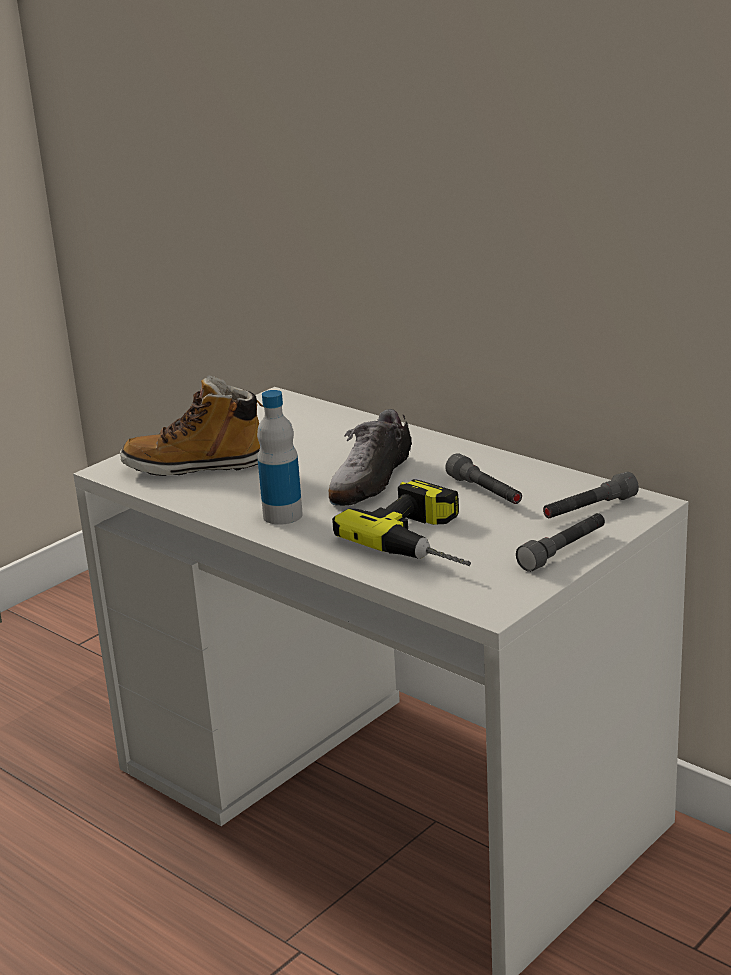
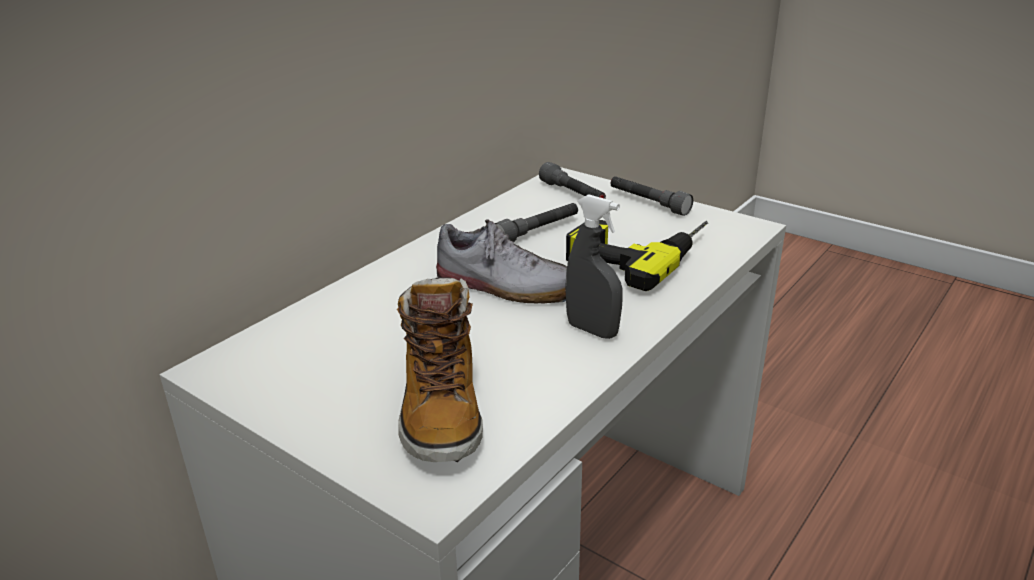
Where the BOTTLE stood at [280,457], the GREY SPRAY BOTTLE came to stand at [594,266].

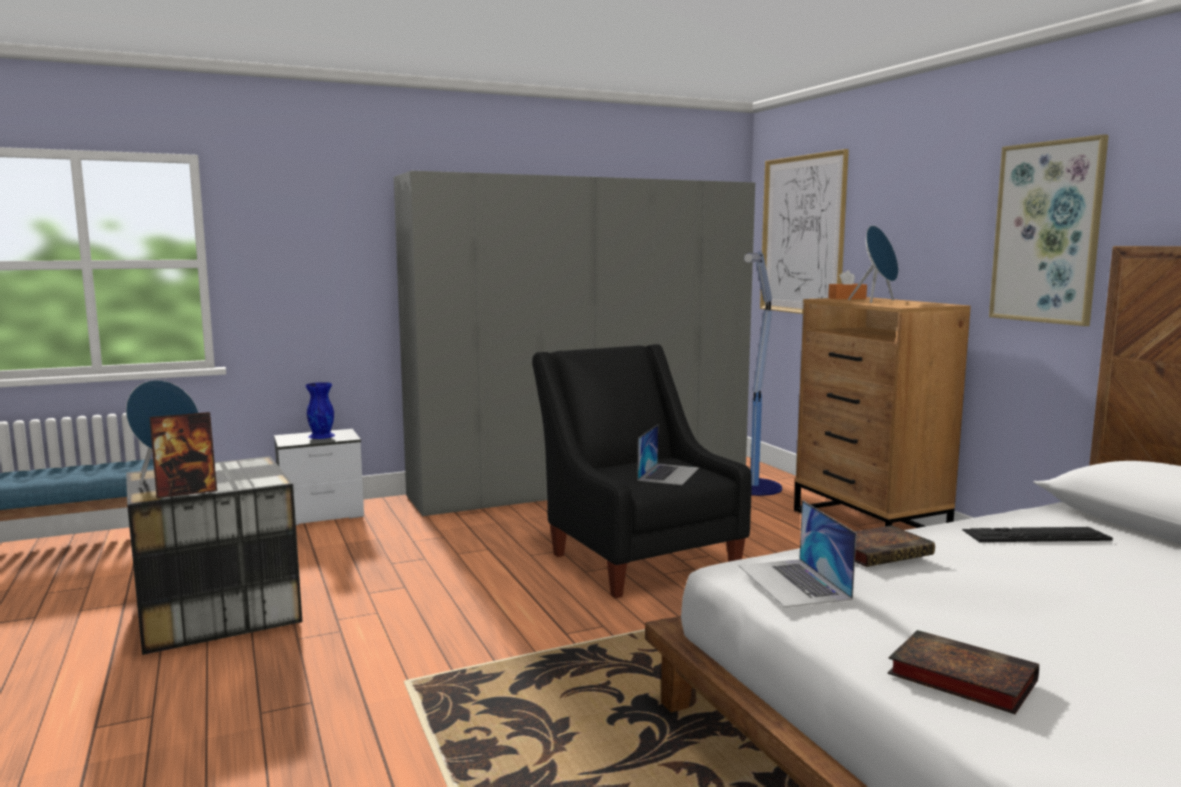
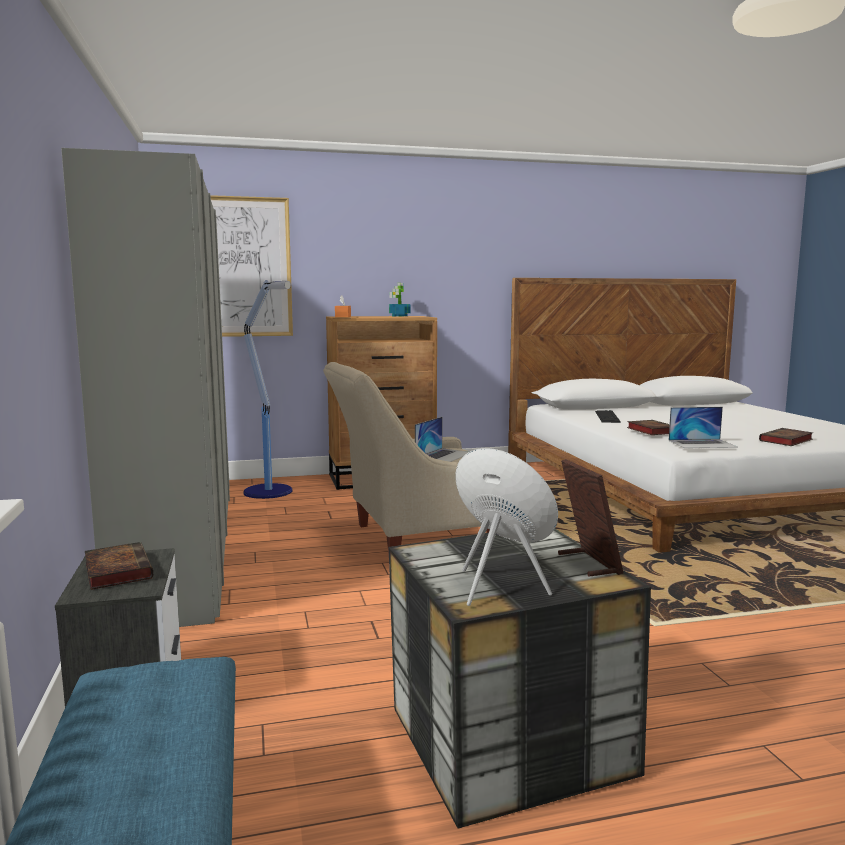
Where the BLUE VASE stood at [320,410], the BOOK came to stand at [119,566]. What was the BLACK ARMCHAIR at [642,471] turned into the BEIGE ARMCHAIR at [406,457]. The LAPTOP at [668,455] ended up facing another way, 90 degrees clockwise from before. The second view lost the BLUE SPEAKER at [873,264]. The second view lost the PICTURE at [1049,230]. The second view gained the POTTED PLANT at [400,299].

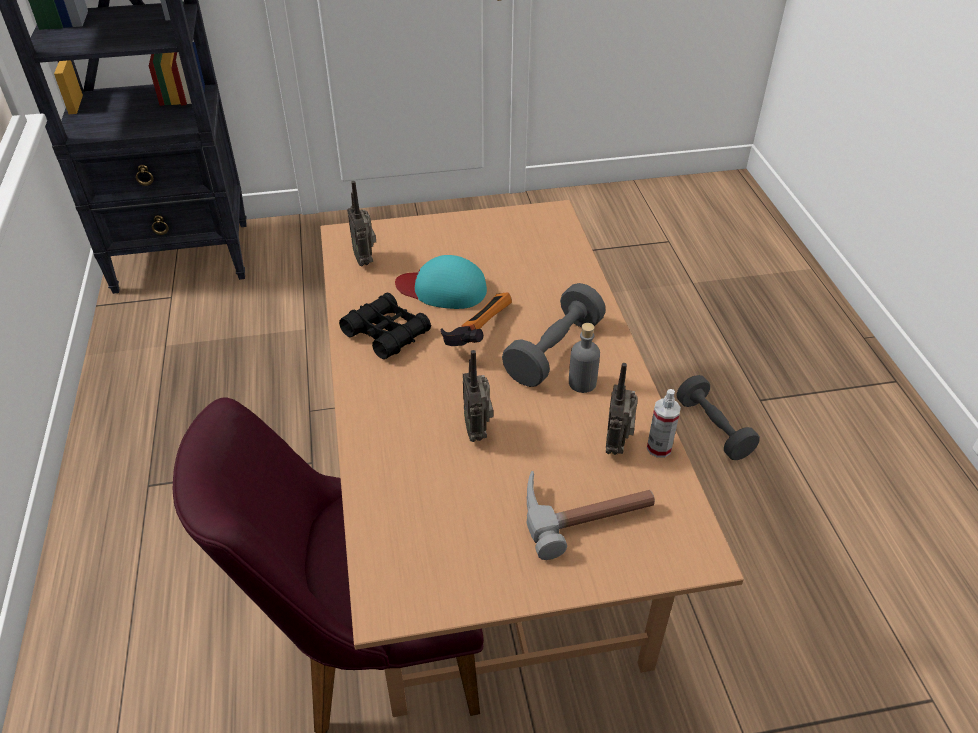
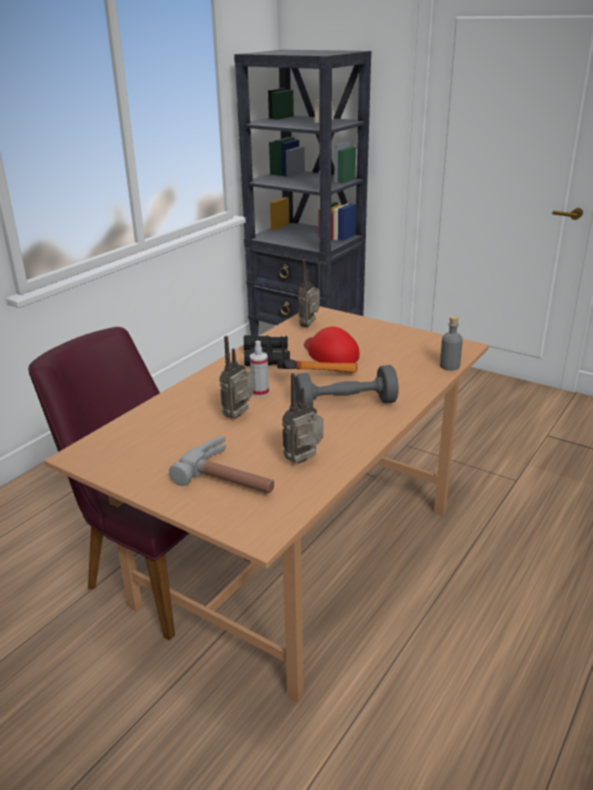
What was the TURQUOISE CAP at [441,282] turned into the RED CAP at [331,345]. The GREY BOTTLE ended up elsewhere, having gone from [584,358] to [451,343]. The SPRAY BOTTLE ended up elsewhere, having gone from [664,423] to [259,369]. The second view lost the GREY DUMBBELL at [718,417].

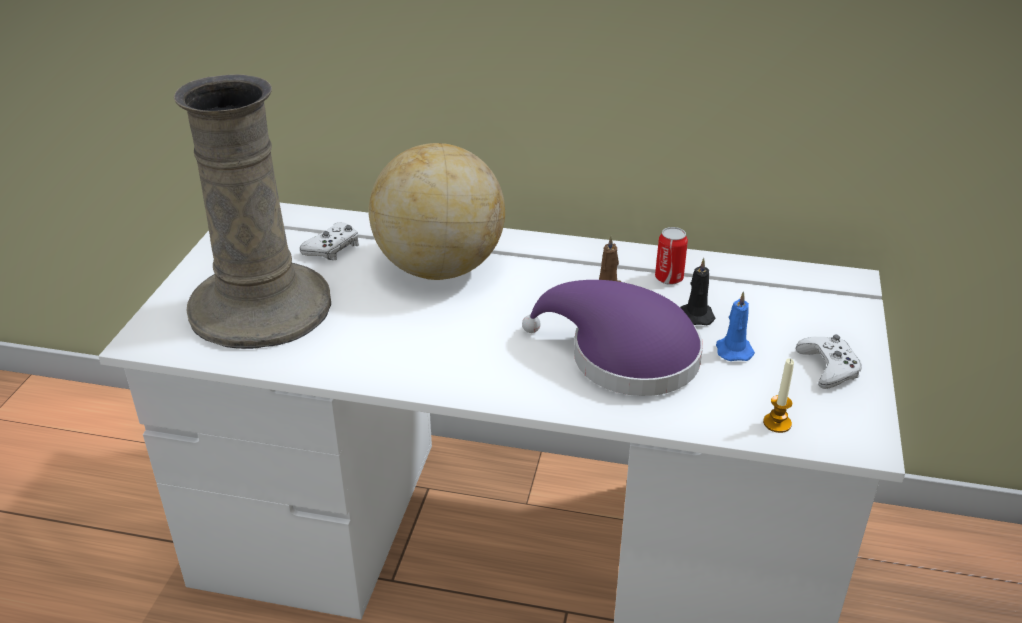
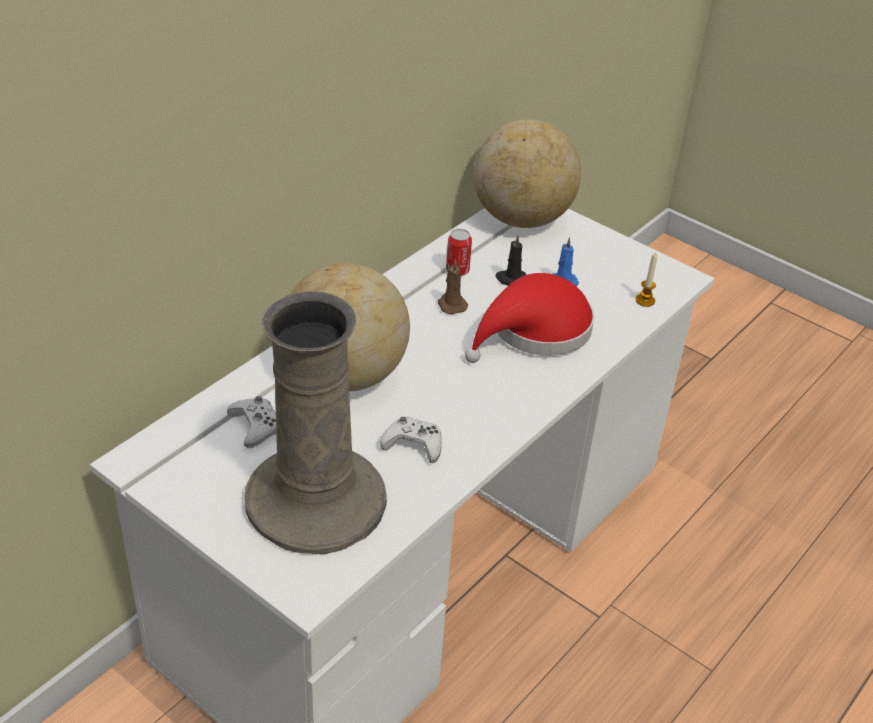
What was the PURPLE HAT at [612,338] turned into the RED HAT at [529,318]. The WHITE GAME CONTROLLER ended up elsewhere, having gone from [829,361] to [411,440]. The second view gained the GLOBE at [527,174].

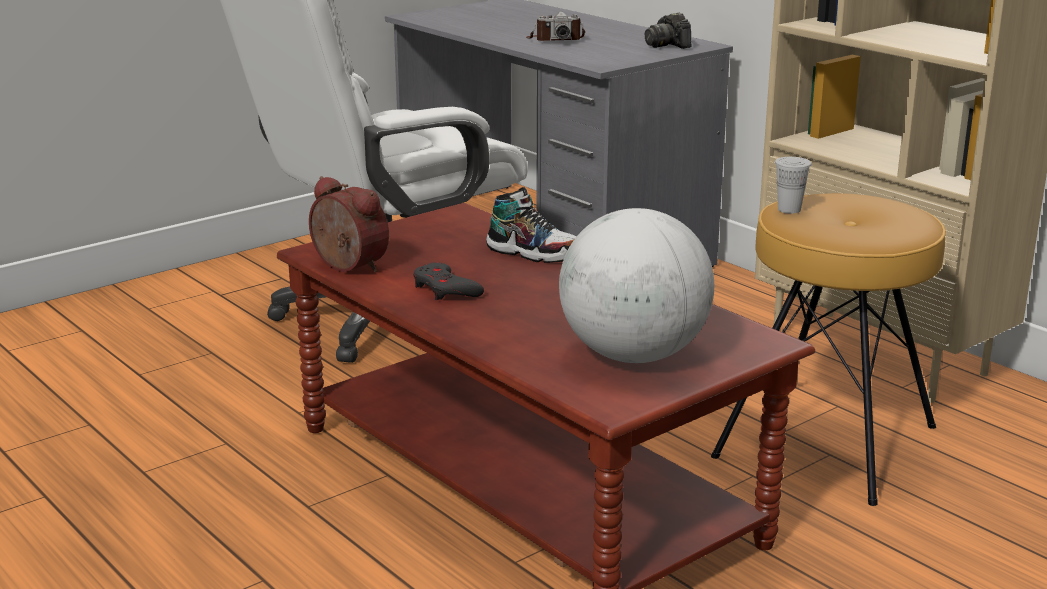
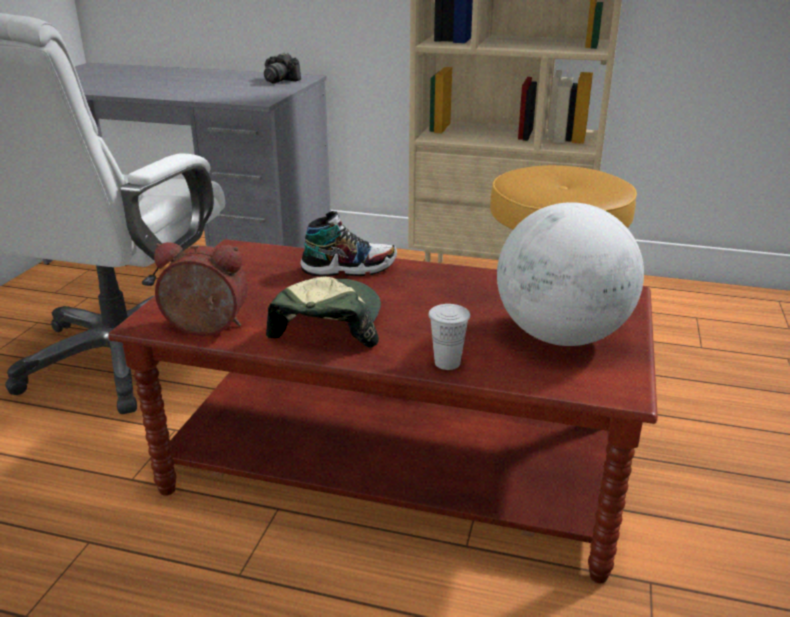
Where the GREY GAME CONTROLLER stood at [448,281], the CAP came to stand at [323,312]. The second view lost the PHOTO CAMERA at [555,26]. The WHITE CUP ended up elsewhere, having gone from [793,185] to [449,337].

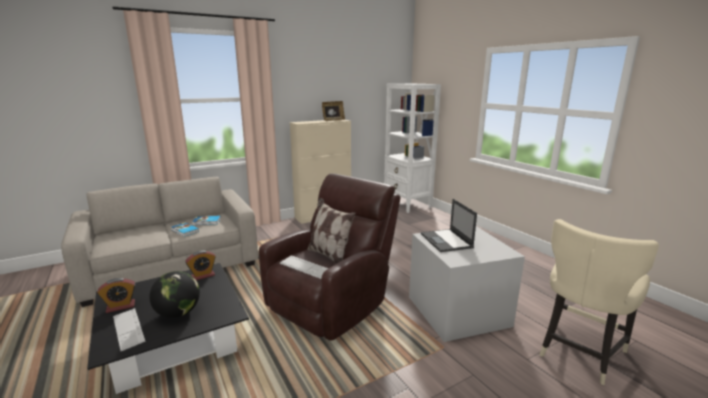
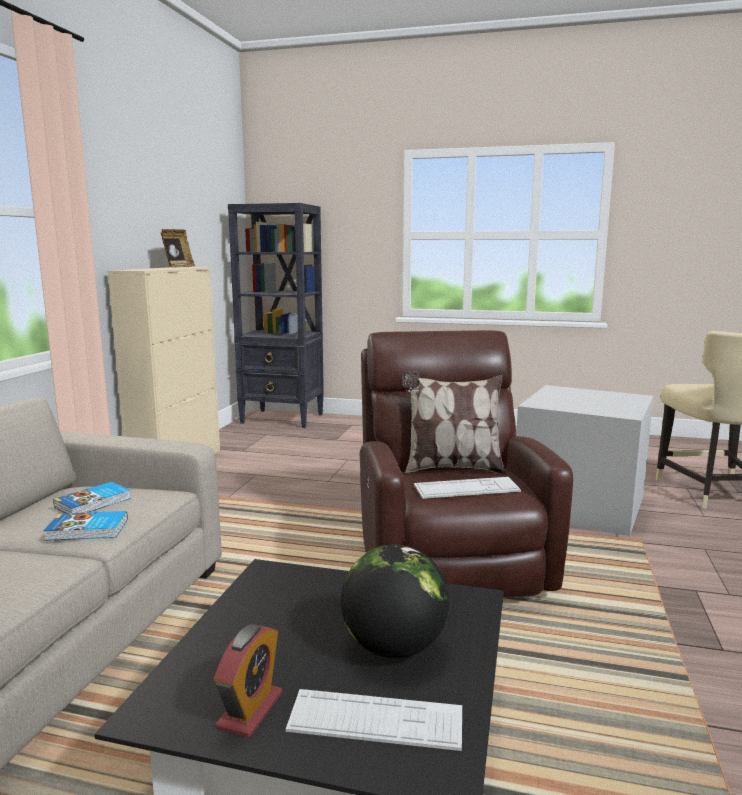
The second view lost the ALARM CLOCK at [200,265]. What was the WHITE BOOKCASE at [412,148] turned into the BLACK BOOKCASE at [276,315]. The second view lost the LAPTOP at [449,225].

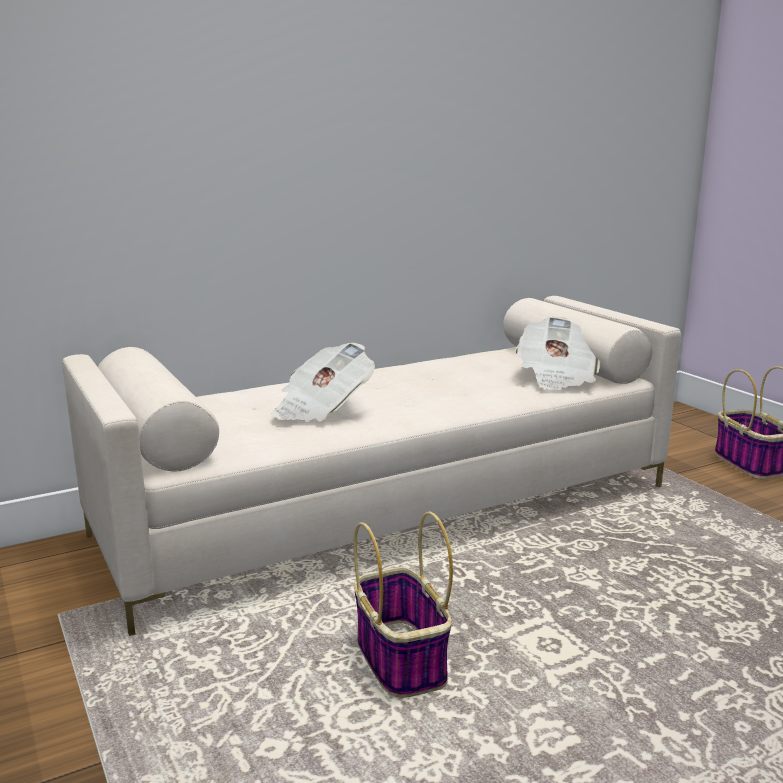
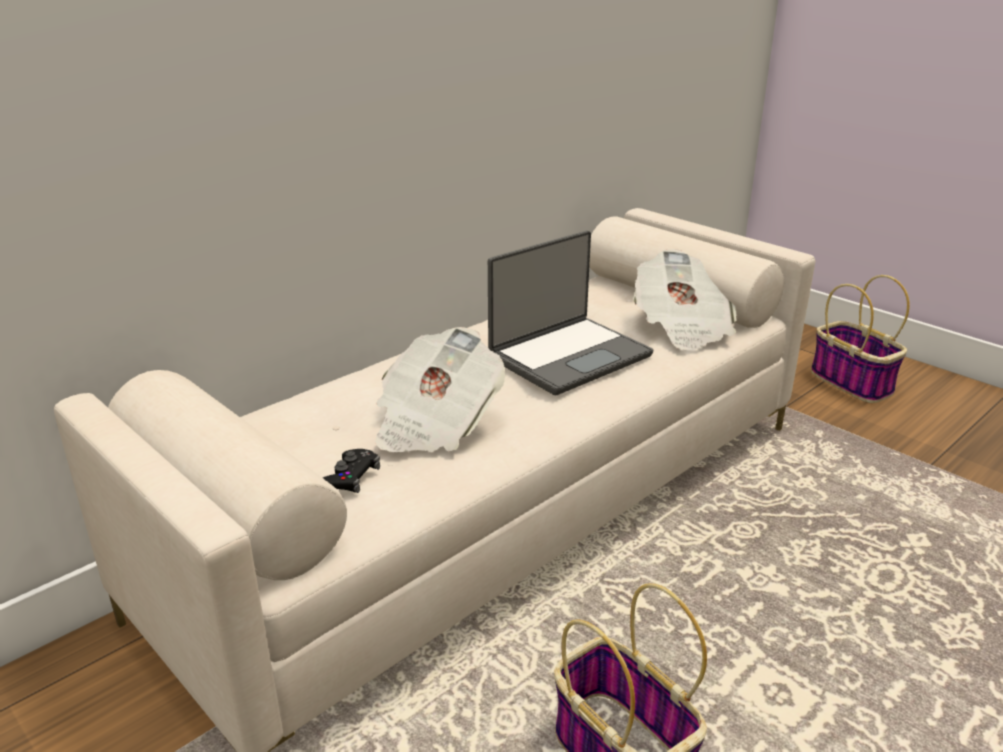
The second view gained the BLACK GAME CONTROLLER at [351,471]. The second view gained the LAPTOP at [570,313].

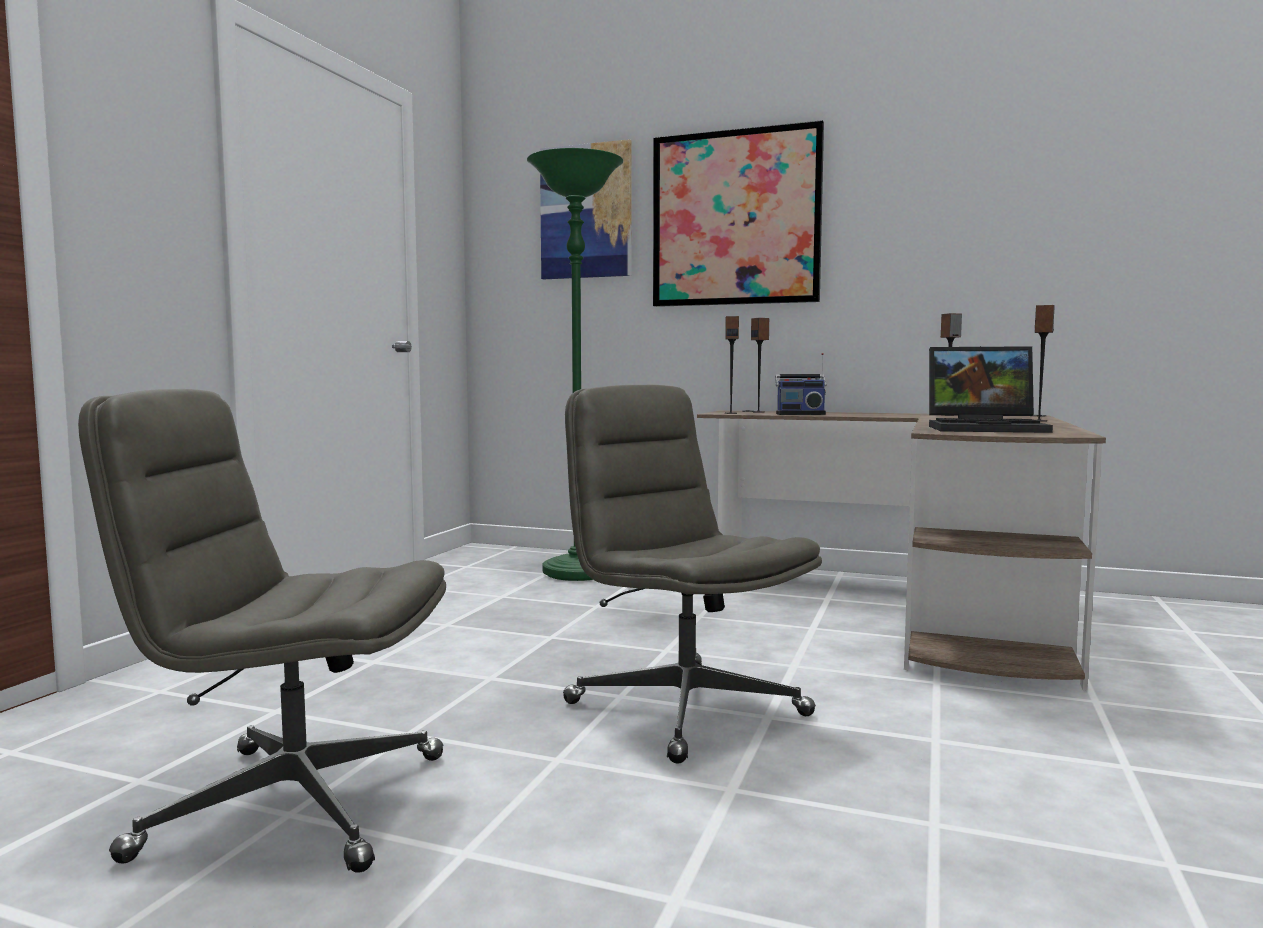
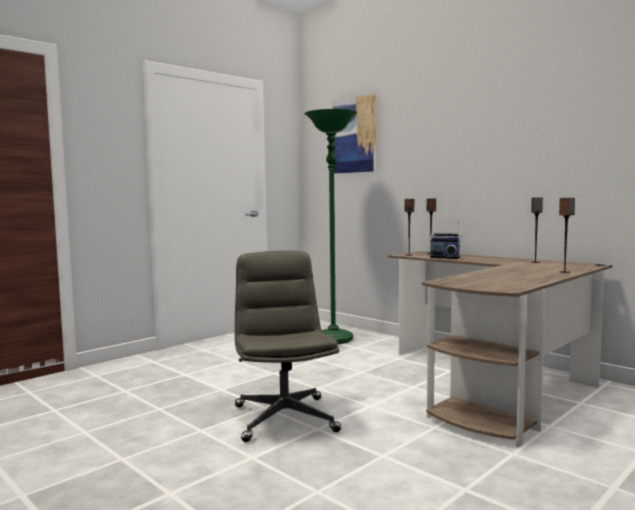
The second view lost the GREY OFFICE CHAIR at [262,631]. The second view lost the PICTURE at [738,213]. The second view lost the LAPTOP at [991,389].

